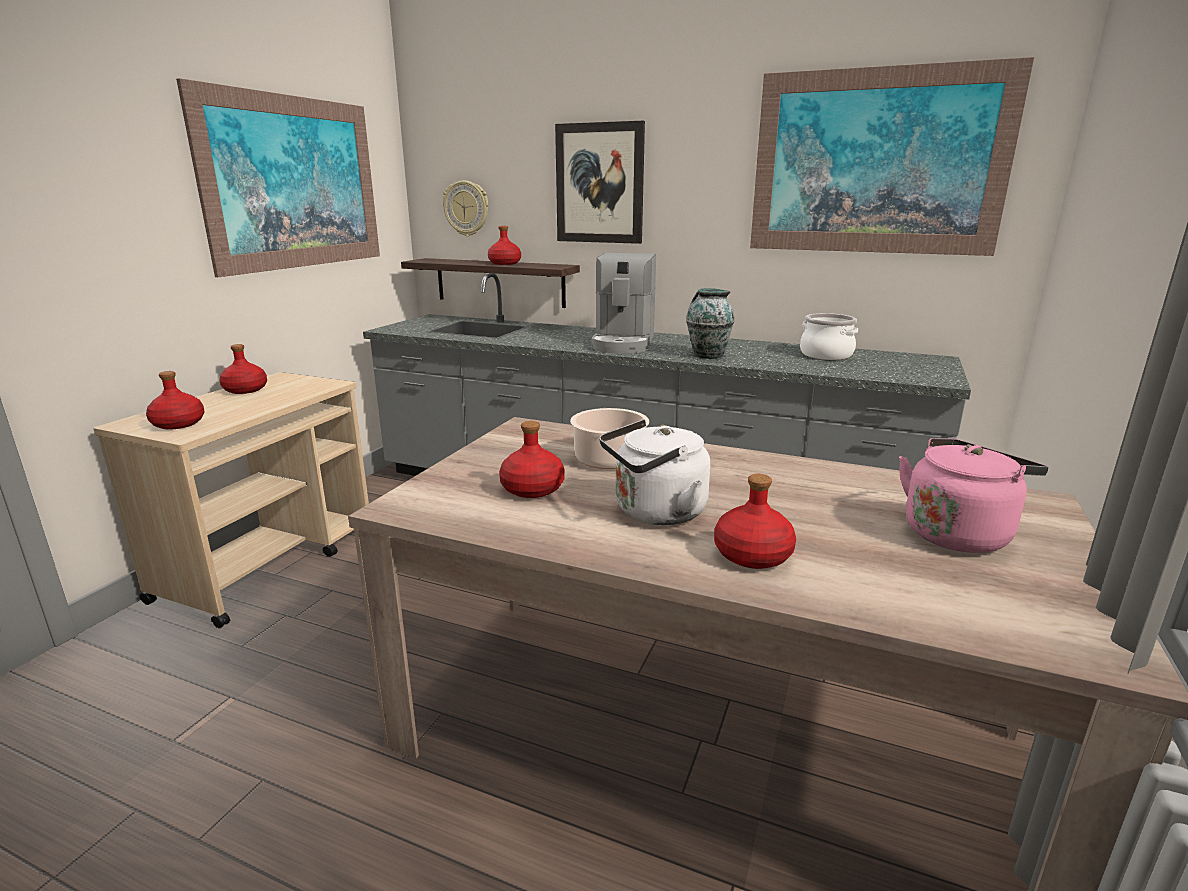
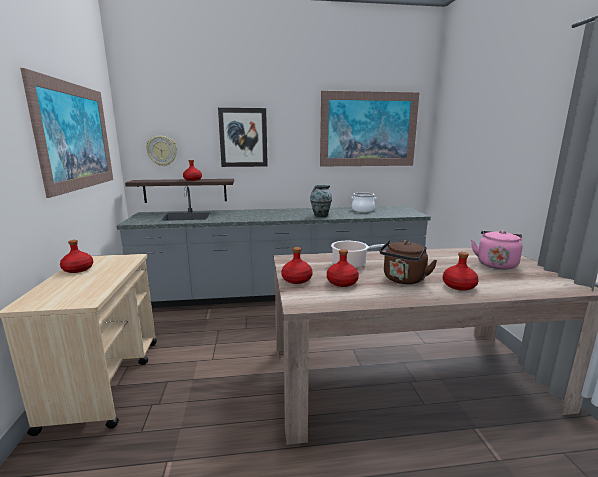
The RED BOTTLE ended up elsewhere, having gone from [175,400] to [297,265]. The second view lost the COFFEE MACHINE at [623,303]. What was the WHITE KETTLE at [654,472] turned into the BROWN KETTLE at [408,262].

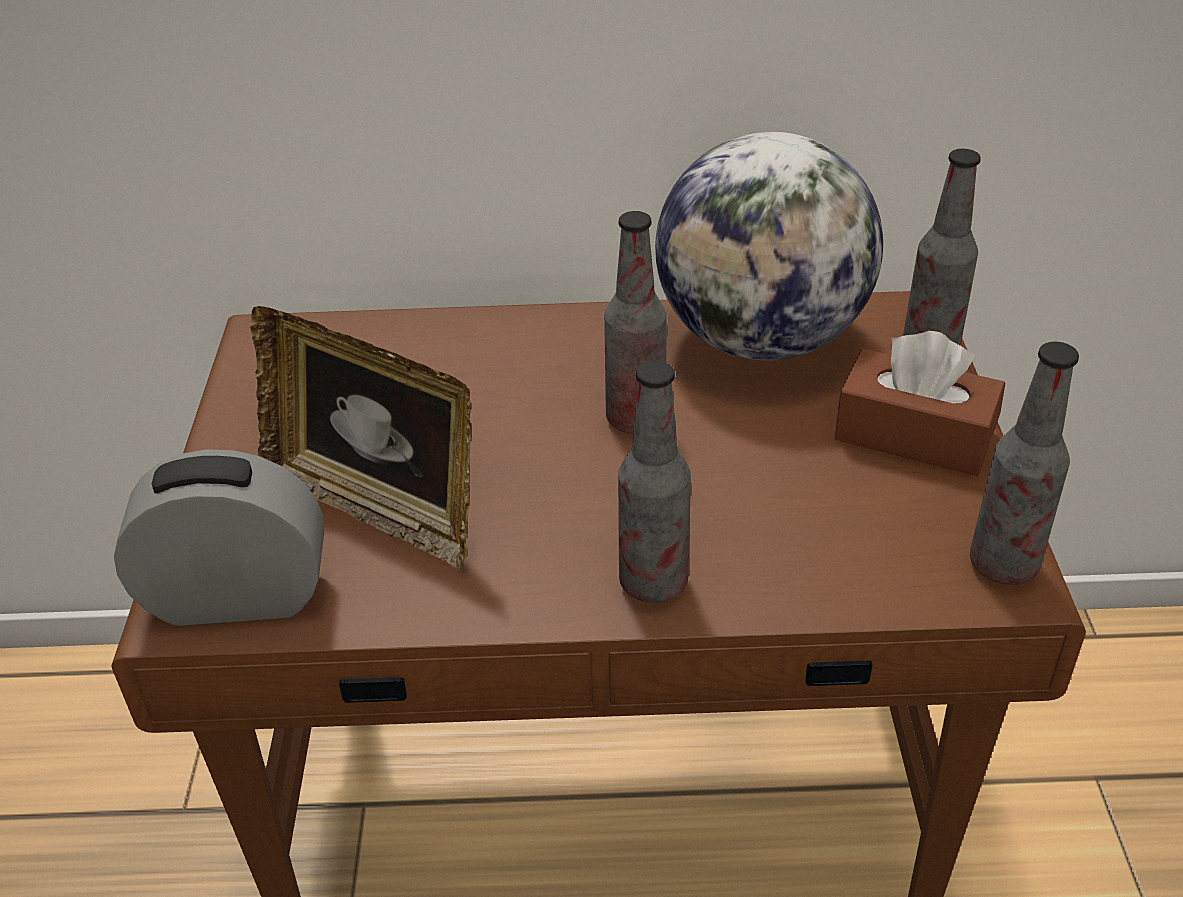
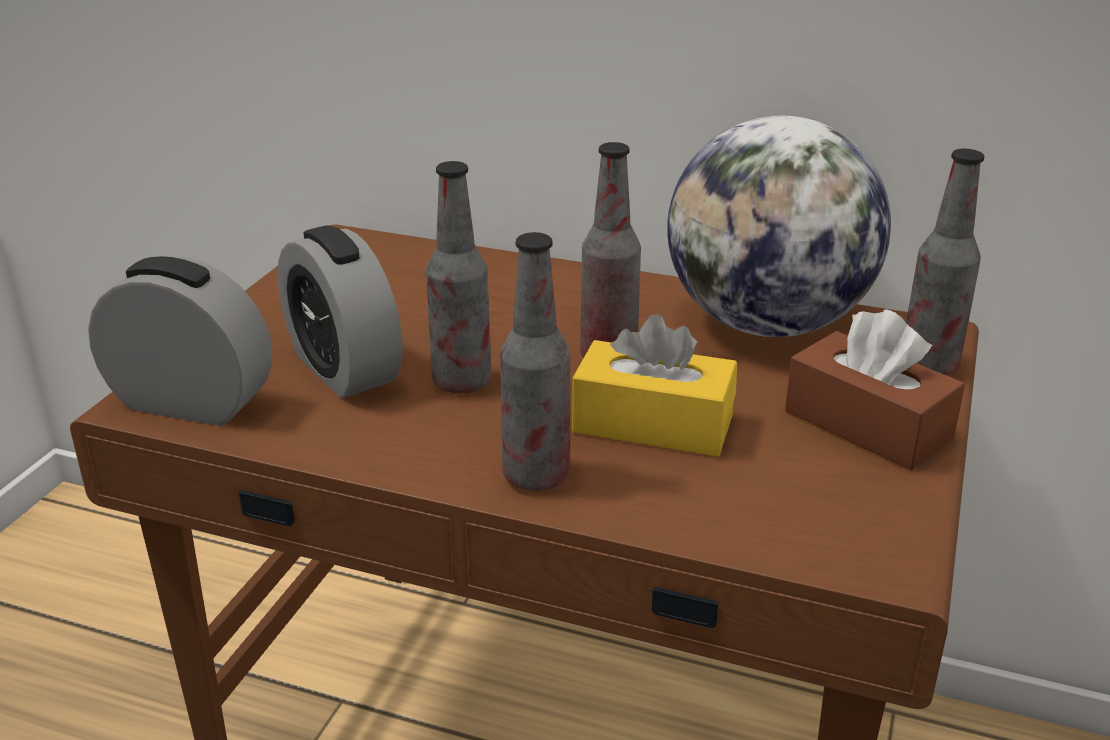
Where the PICTURE FRAME stood at [361,438], the ALARM CLOCK came to stand at [340,311]. The BOTTLE ended up elsewhere, having gone from [1024,463] to [459,277]. The second view gained the YELLOW TISSUE BOX at [654,385].

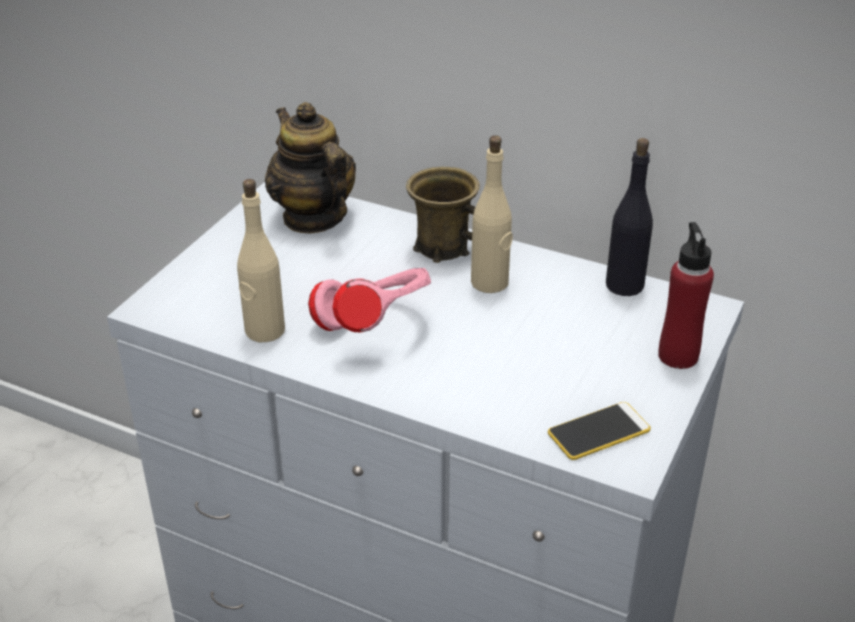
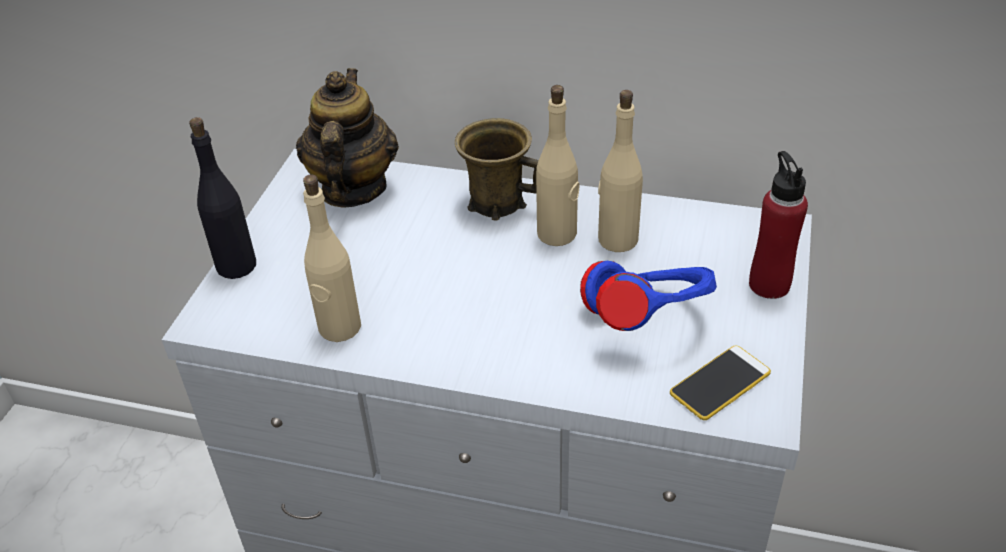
The TEAPOT at [310,167] ended up facing another way, 45 degrees clockwise from before. The second view lost the PINK HEADPHONES at [369,300]. The BLACK BOTTLE ended up elsewhere, having gone from [629,217] to [222,198]. The second view gained the BLUE HEADPHONES at [648,296]. The second view gained the BEIGE BOTTLE at [620,171].

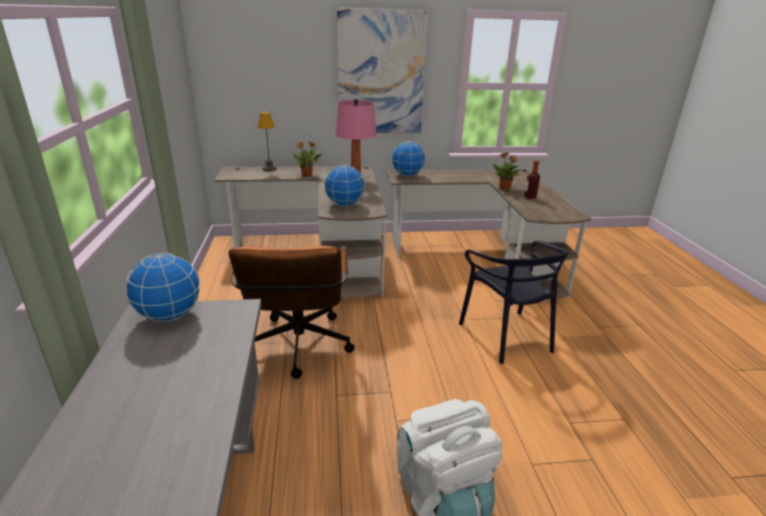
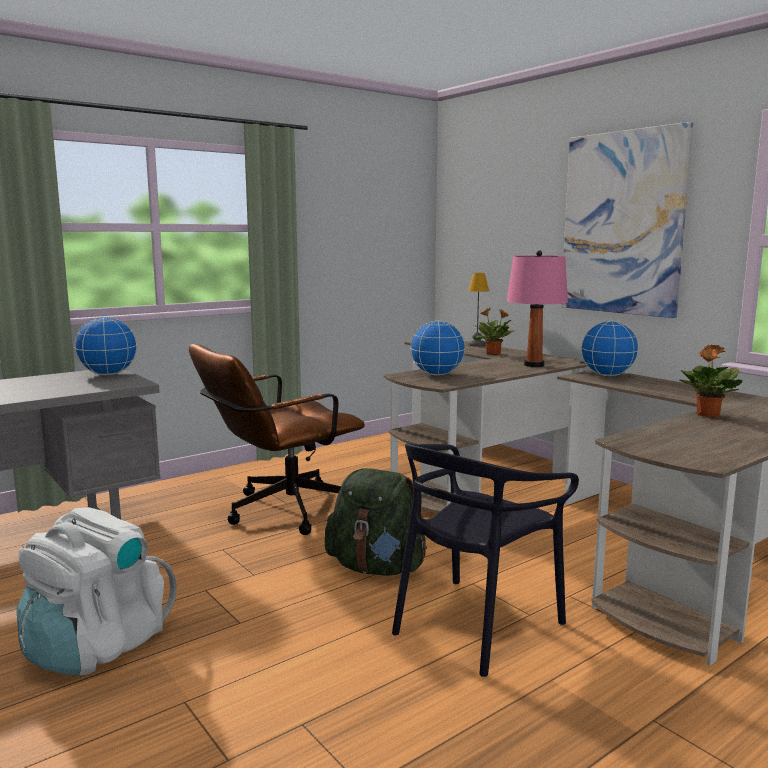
The second view lost the BOTTLE at [532,179]. The second view gained the GREEN BACKPACK at [376,522].

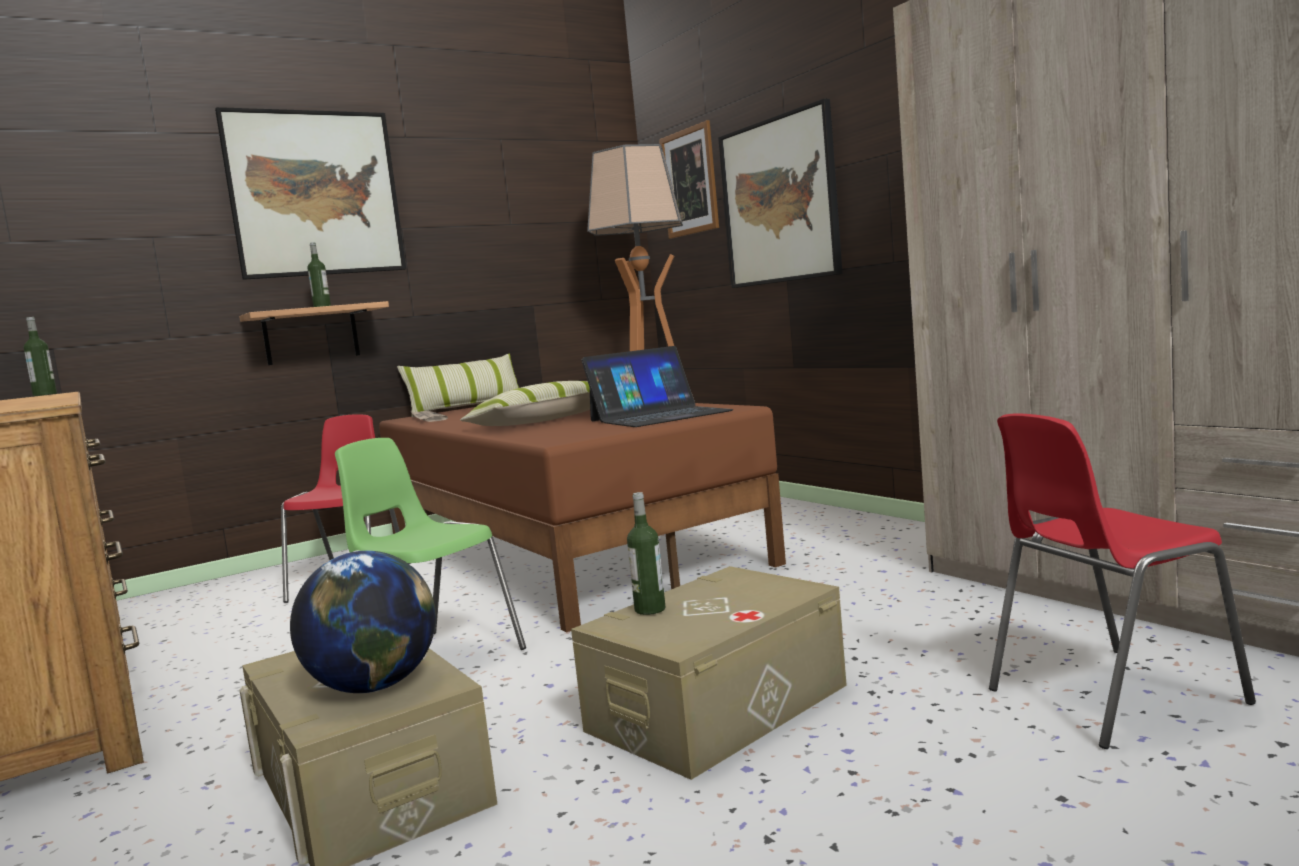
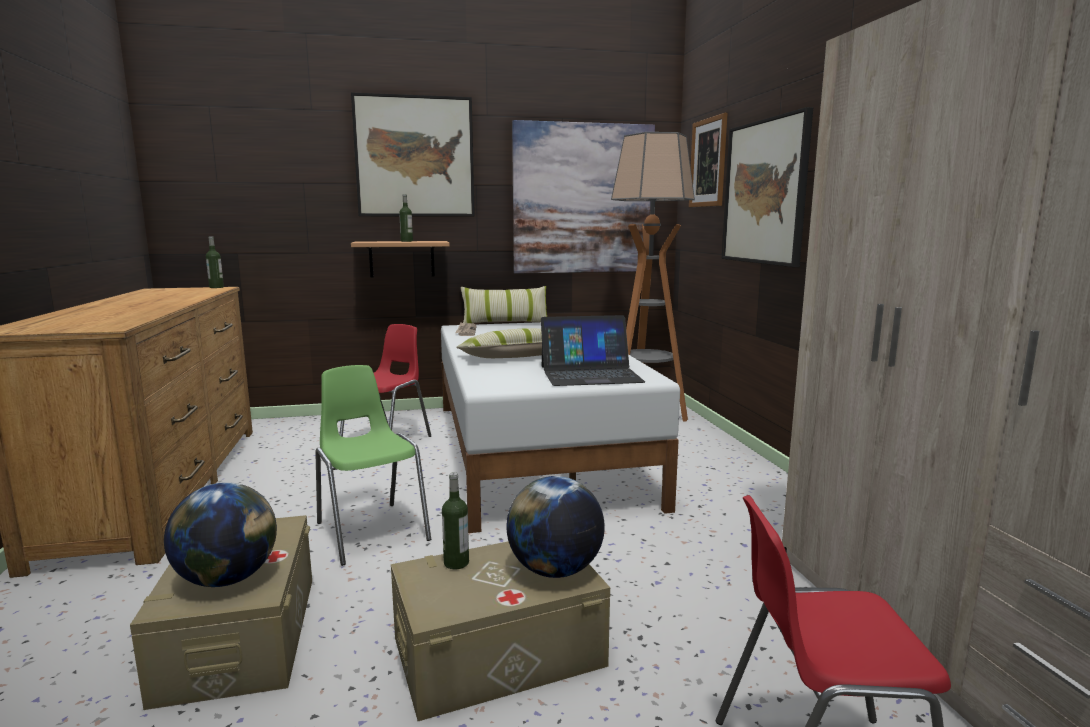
What was the BROWN BED at [582,518] turned into the WHITE BED at [560,427]. The second view gained the GLOBE at [555,527]. The second view gained the PICTURE at [583,197].

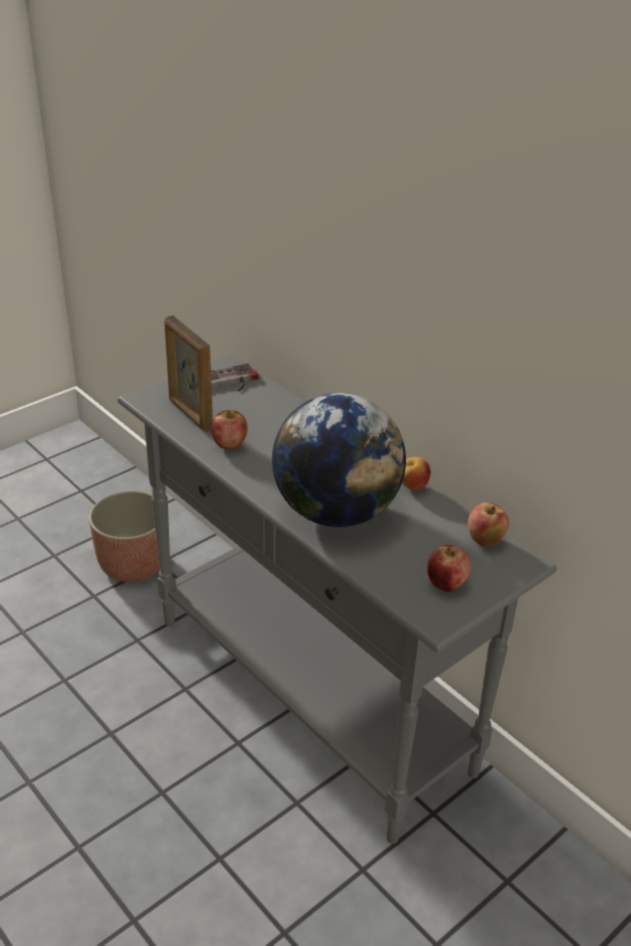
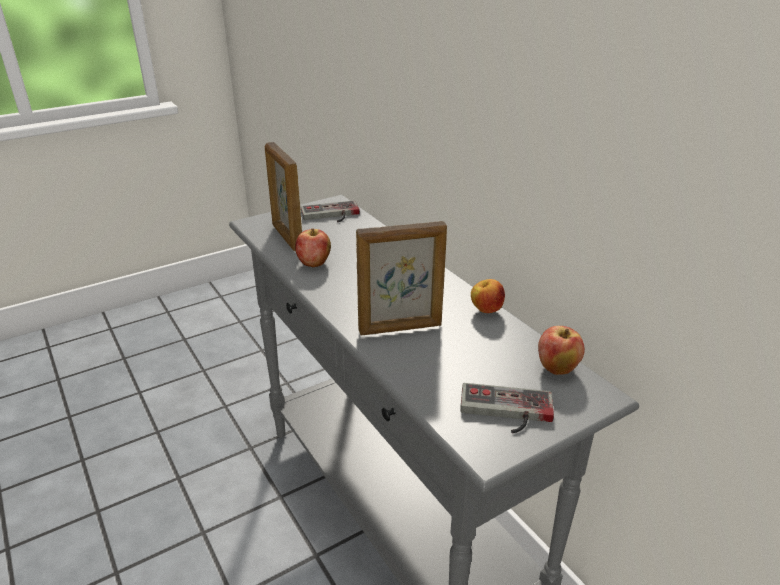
The second view lost the PLANTER at [124,536]. Where the GLOBE stood at [339,460], the PICTURE FRAME came to stand at [401,278]. Where the APPLE stood at [449,568], the GAME CONTROLLER came to stand at [507,408].

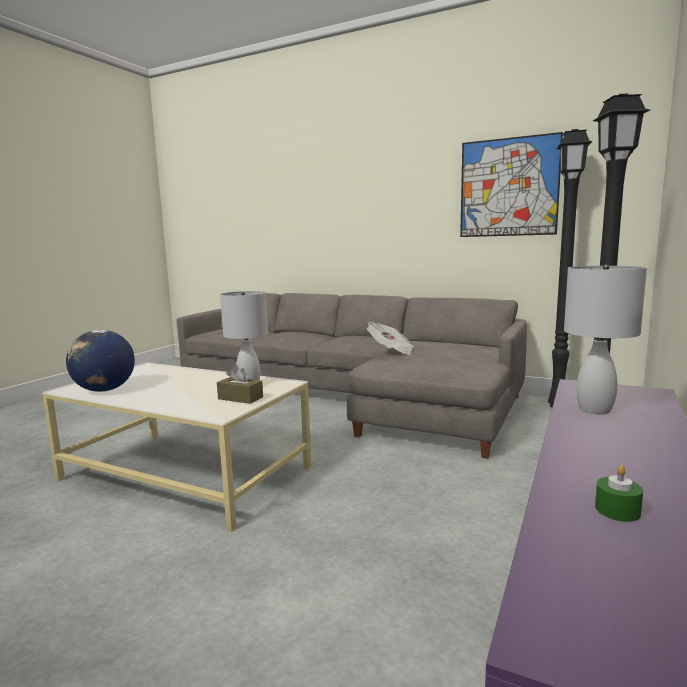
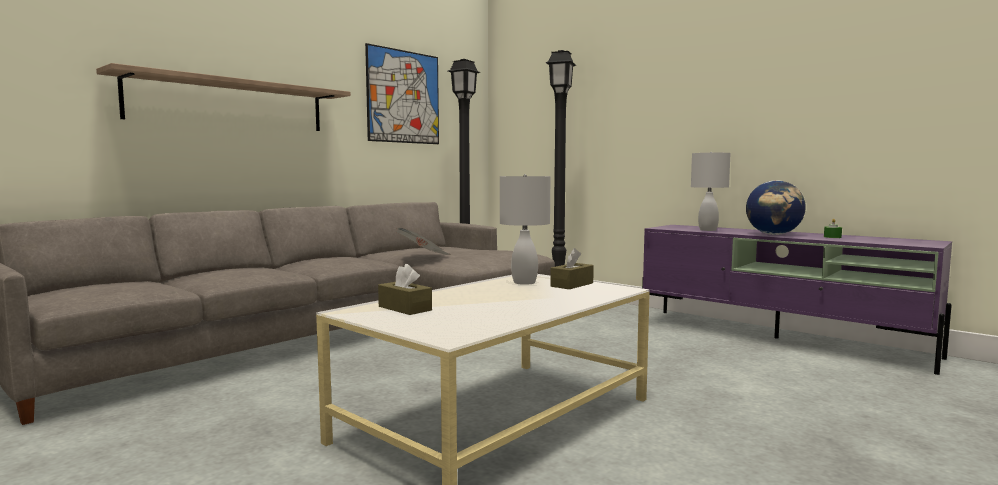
The GLOBE ended up elsewhere, having gone from [100,361] to [776,207]. The second view gained the SHELF at [223,97]. The second view gained the BROWN TISSUE BOX at [405,289].

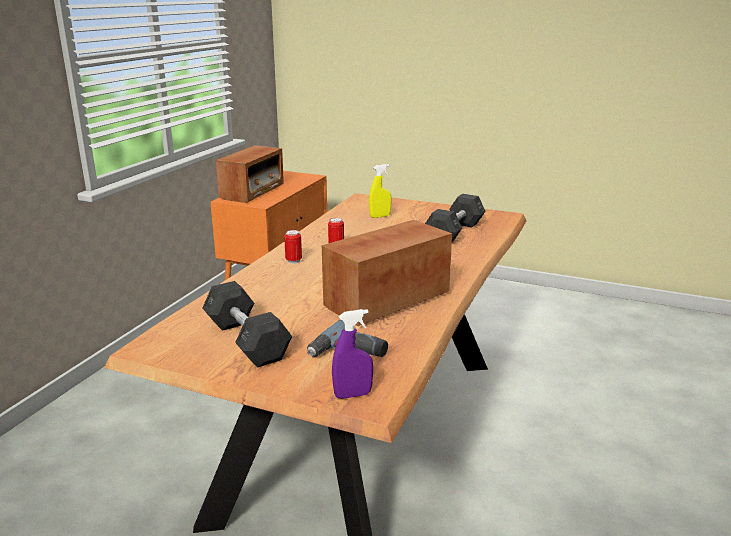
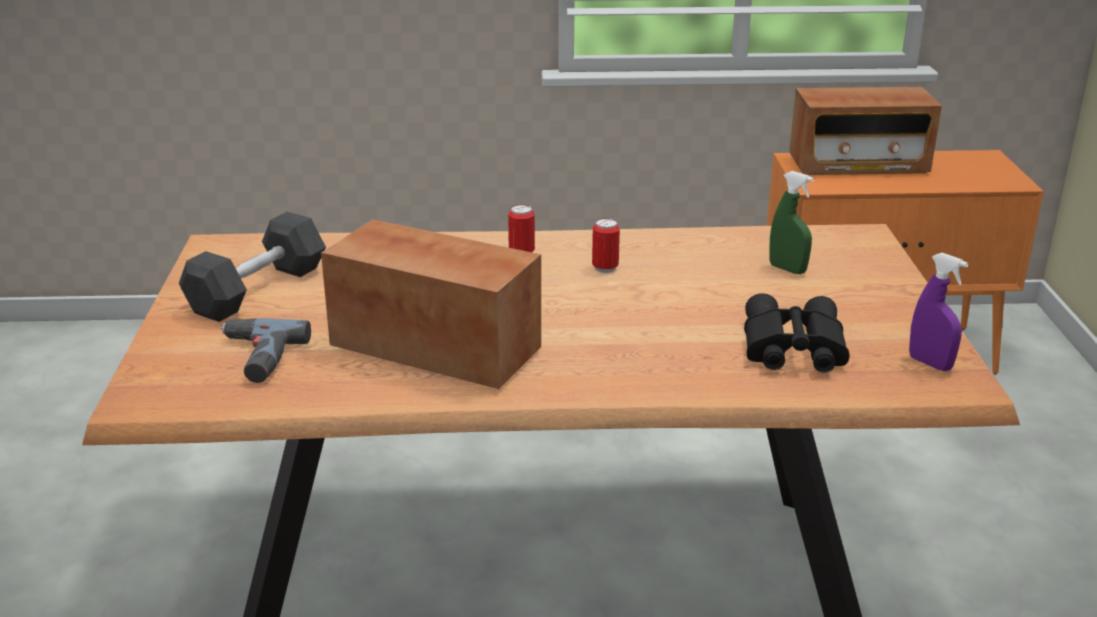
The PURPLE SPRAY BOTTLE ended up elsewhere, having gone from [352,354] to [938,312]. What was the YELLOW SPRAY BOTTLE at [380,191] turned into the GREEN SPRAY BOTTLE at [791,222]. Where the GREY DUMBBELL stood at [455,218], the BLACK BINOCULARS came to stand at [796,333].

